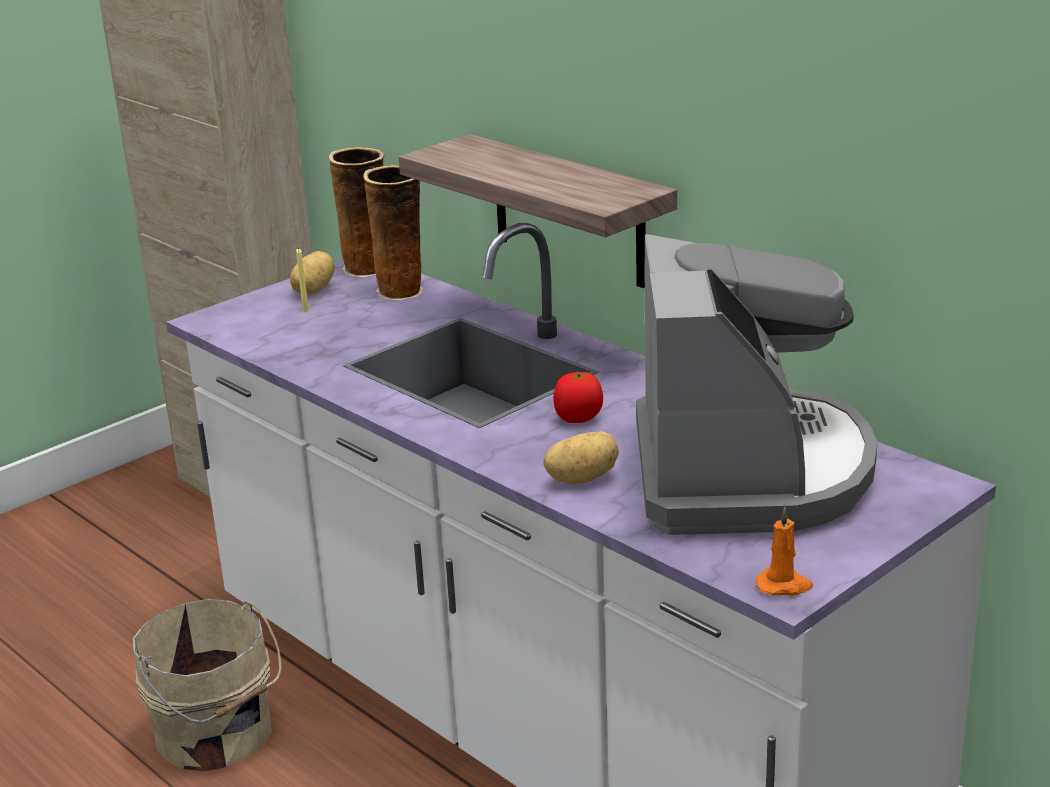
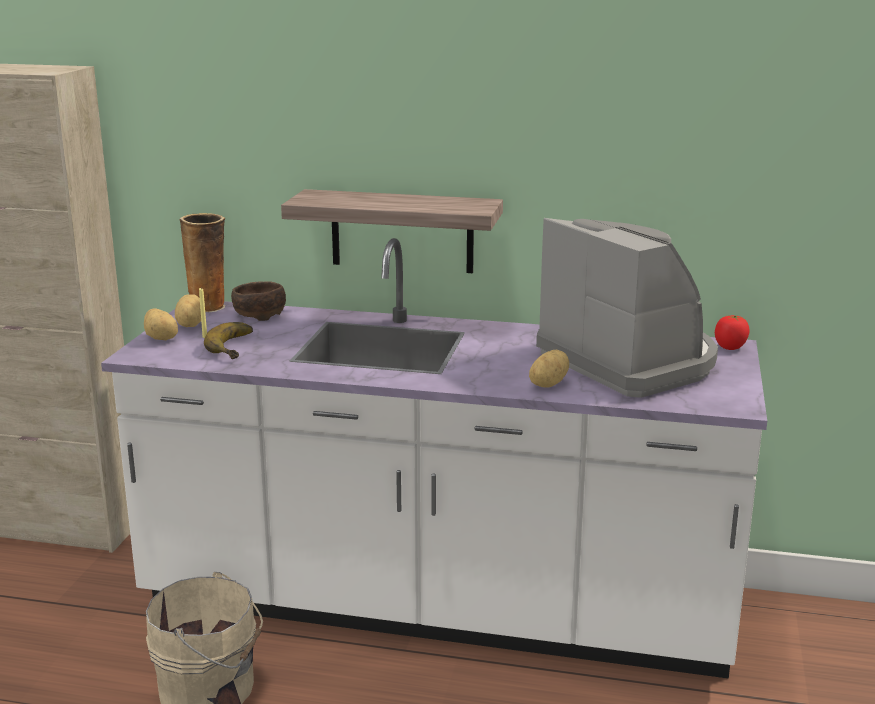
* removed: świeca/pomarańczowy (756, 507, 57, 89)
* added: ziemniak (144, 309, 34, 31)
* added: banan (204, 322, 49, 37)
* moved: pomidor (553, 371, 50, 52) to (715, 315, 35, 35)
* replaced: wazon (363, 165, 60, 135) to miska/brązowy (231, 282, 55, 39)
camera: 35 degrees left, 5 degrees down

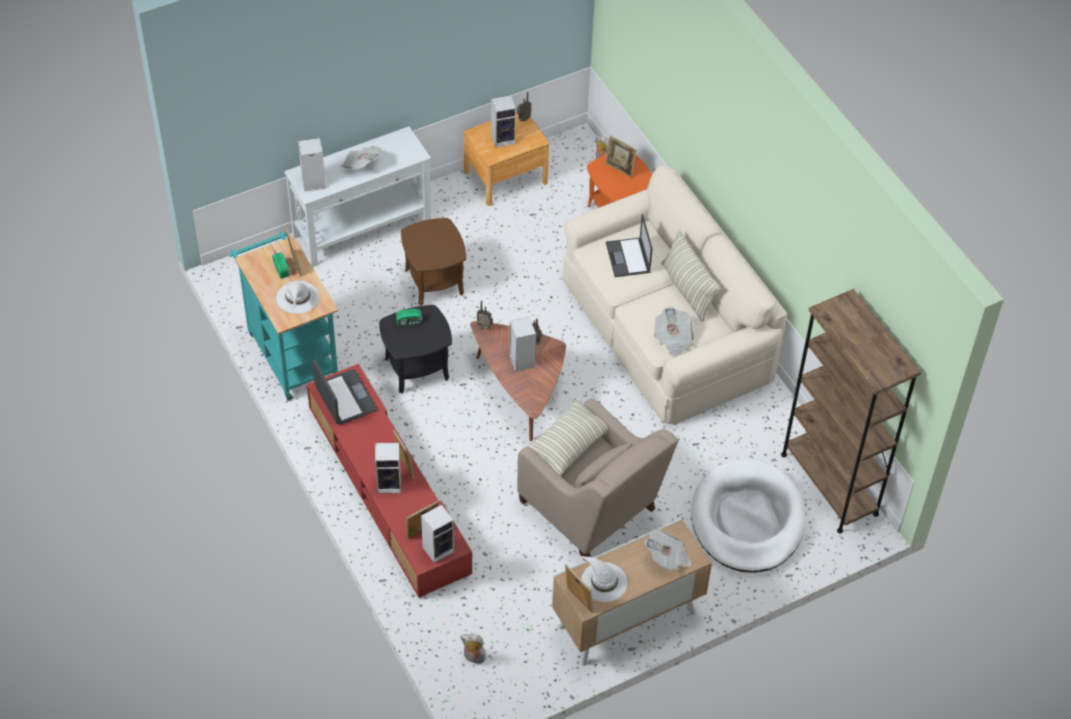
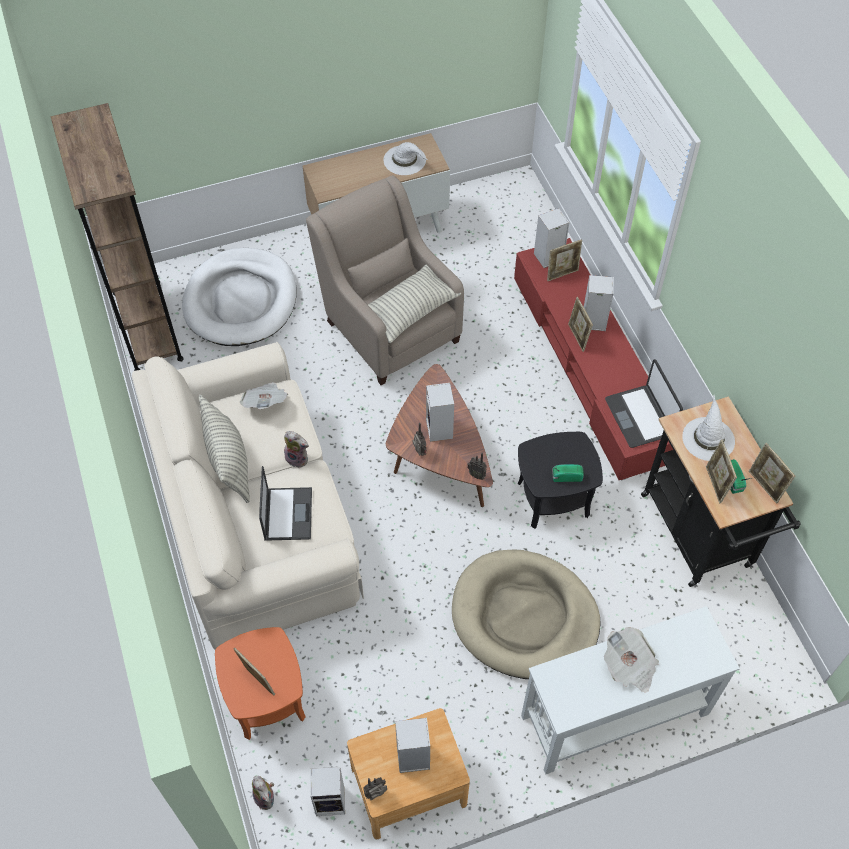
* removed: gazeta (645, 529, 46, 42)
* moved: głośnik (298, 138, 28, 54) to (310, 767, 35, 49)
* moved: pluszak (460, 634, 26, 30) to (284, 431, 25, 37)
* moved: ramka na zdjęcie (565, 565, 28, 47) to (749, 443, 46, 61)
* replaced: stolik/brązowy (401, 218, 65, 87) to legowisko/beżowy (452, 550, 149, 129)
* recoloured: wózek/turkusowy (230, 231, 108, 170) to wózek/czarny (641, 396, 160, 192)
camera: 170 degrees left, 5 degrees up

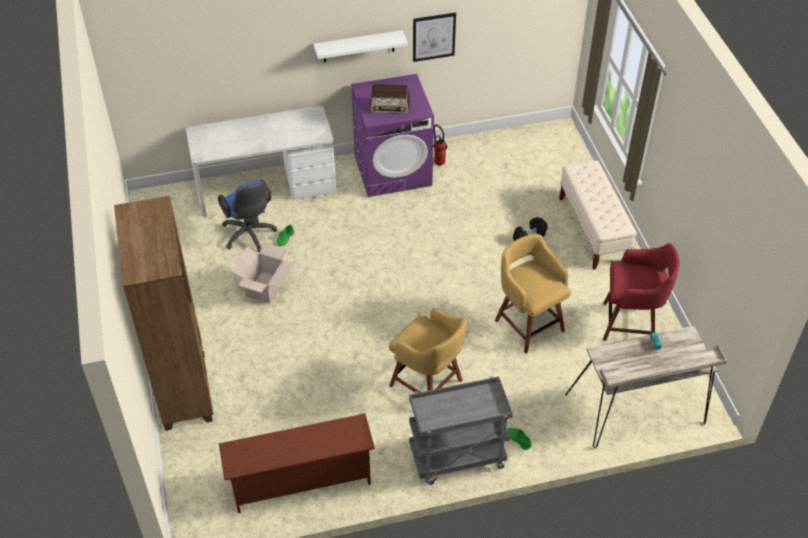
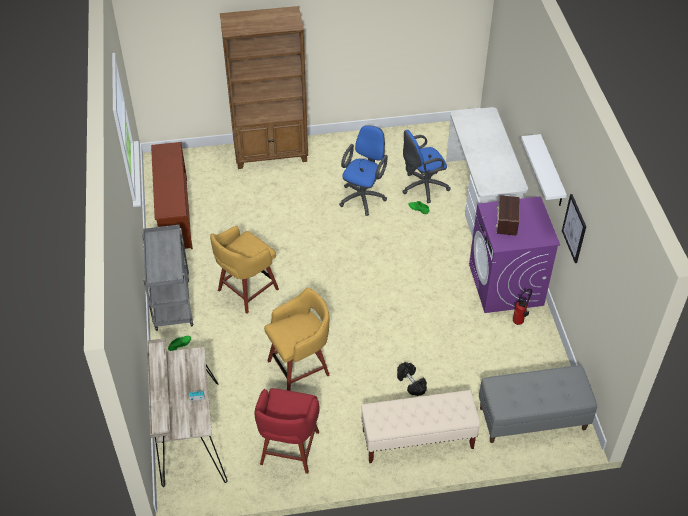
* added: ławka/szary (479, 365, 118, 78)
* replaced: karton (231, 243, 64, 61) to krzesło biurowe/niebieski (339, 125, 49, 91)
camera: 95 degrees right, 0 degrees up

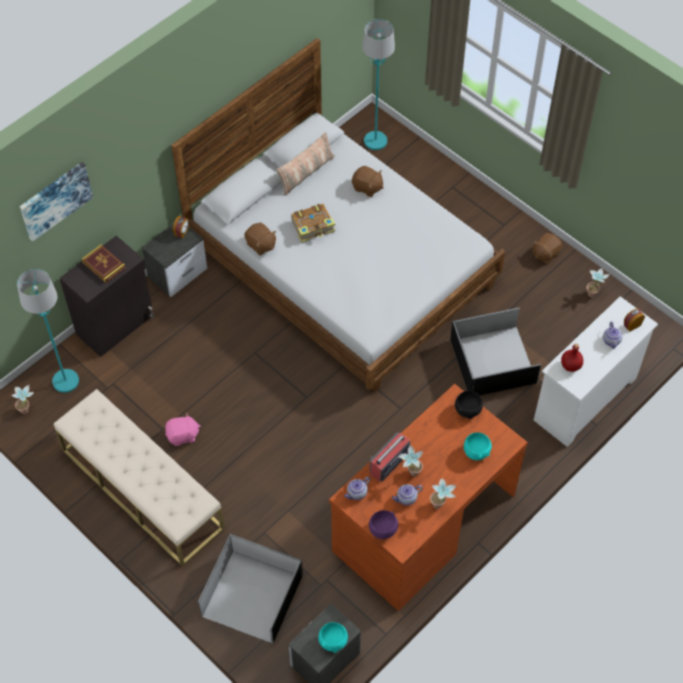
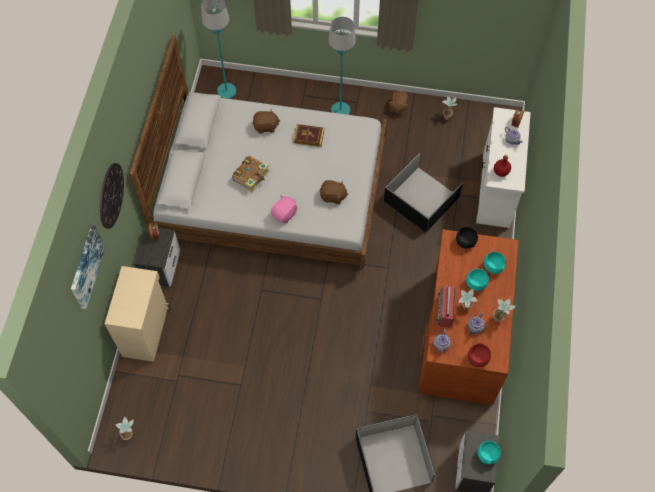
* removed: ławka/beżowy (54, 389, 171, 177)
* removed: poduszka (276, 132, 59, 64)
* added: zegar ścienny (100, 163, 24, 66)
* added: miska/turkusowy (466, 269, 23, 22)
* moved: lampa stojąca/turkusowy (17, 269, 62, 124) to (328, 17, 28, 98)
* moved: książka (82, 244, 44, 39) to (293, 124, 32, 23)
* moved: pluszak/różowy (165, 413, 36, 33) to (271, 195, 26, 28)
* moved: pluszak/brązowy (244, 223, 32, 32) to (320, 180, 28, 24)
* recoloured: szafka/czarny (60, 236, 94, 121) to szafka/beżowy (105, 266, 66, 96)
* recoloured: miska/fioletowy (369, 510, 29, 29) to miska/czerwony (468, 343, 23, 24)
camera: 35 degrees left, 5 degrees up

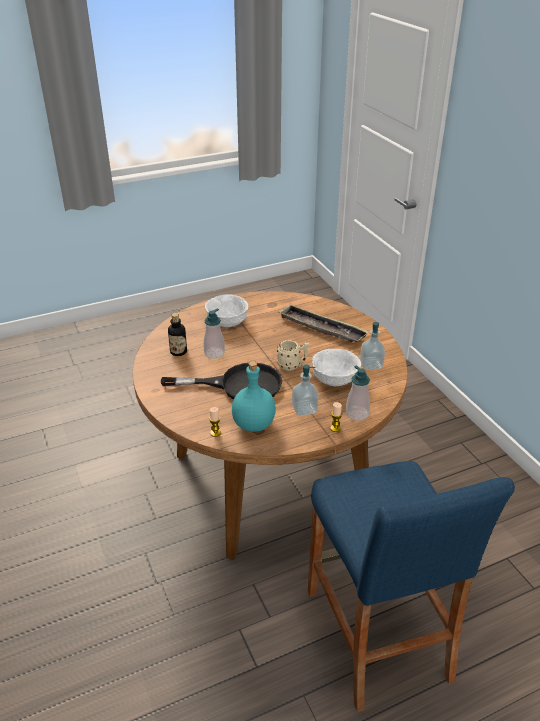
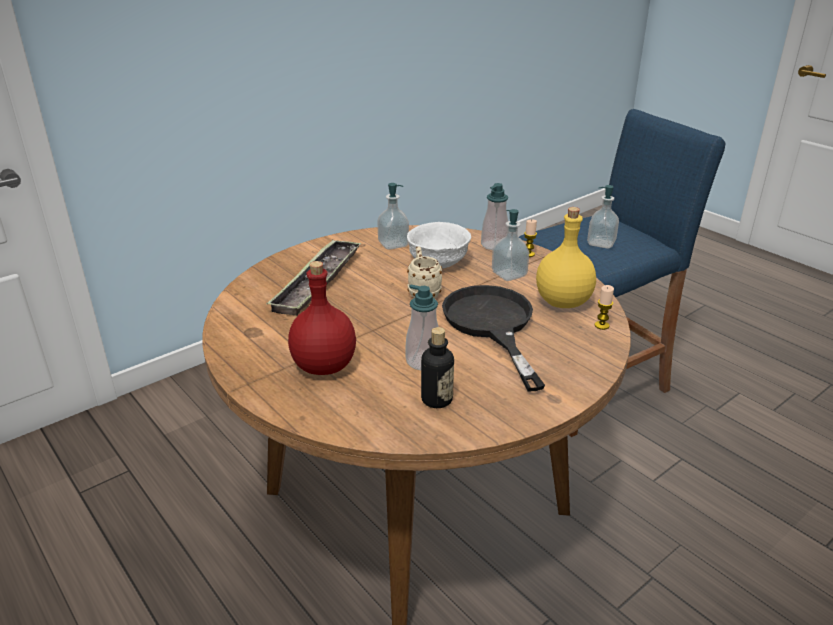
* added: dozownik mydła (587, 185, 32, 64)
* replaced: miska/biały (205, 294, 43, 33) to butelka/czerwony (288, 261, 68, 114)
* recoloured: butelka/turkusowy (232, 361, 44, 71) to butelka/żółty (536, 207, 60, 101)
camera: 105 degrees left, 5 degrees down

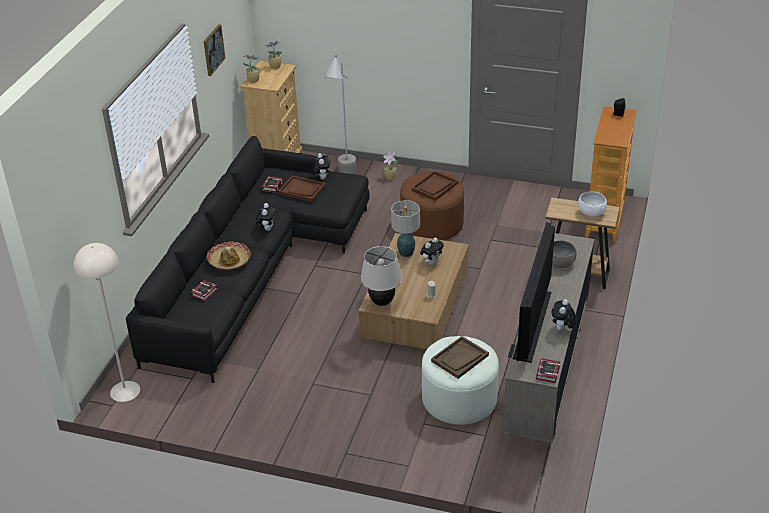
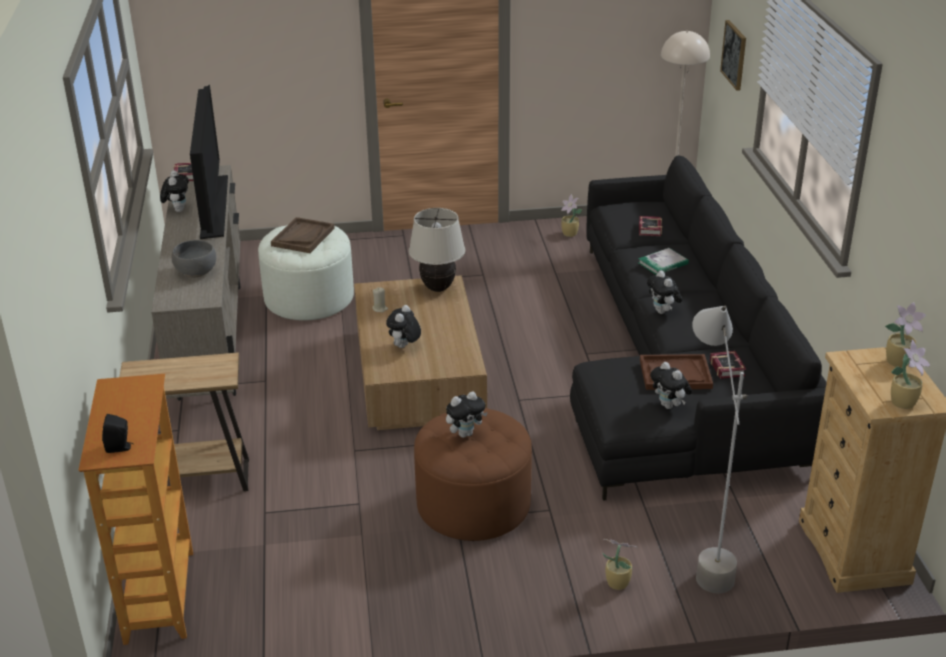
* removed: lampa stołowa (391, 200, 29, 57)
* removed: miska/biały (578, 192, 29, 25)
* added: roślina doniczkowa (561, 194, 21, 43)
* moved: obraz (203, 24, 22, 52) to (720, 20, 26, 71)
* replaced: kapelusz (207, 242, 44, 28) to książka (638, 248, 51, 27)
* replaced: taca/brązowy (412, 171, 46, 30) to pluszak (446, 391, 42, 47)
camera: 155 degrees right, 5 degrees down

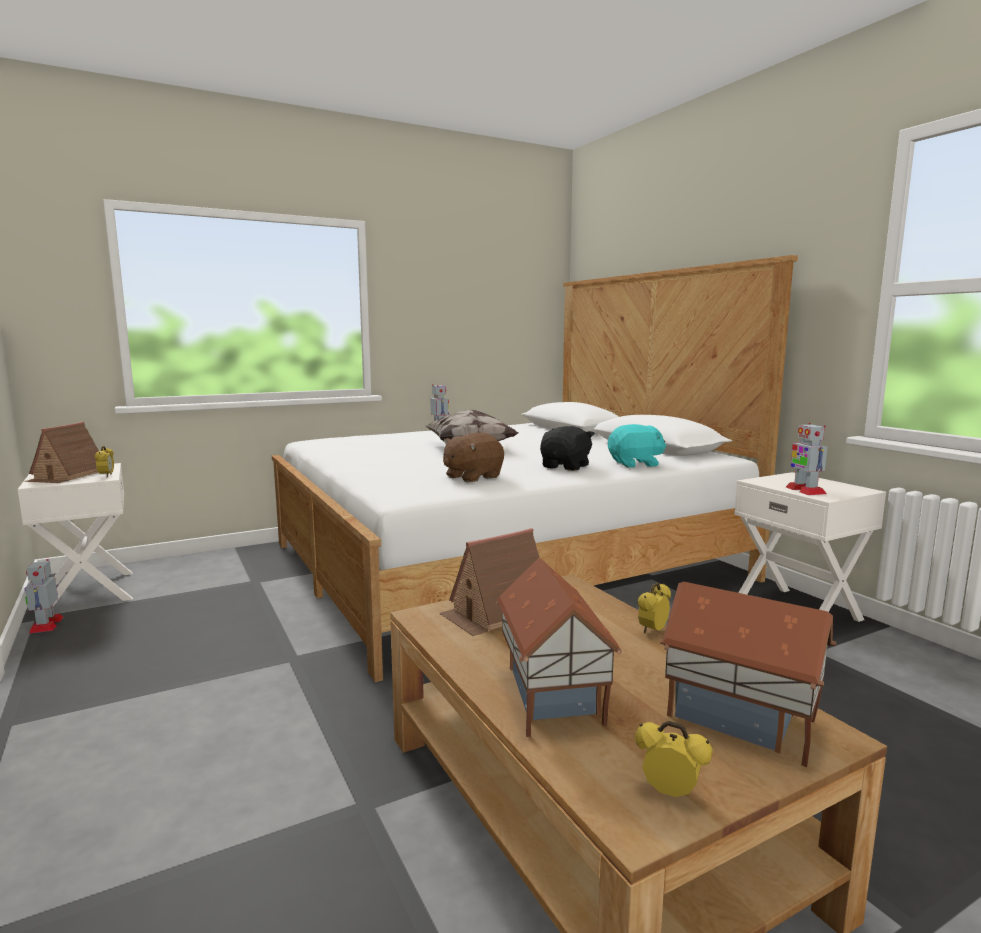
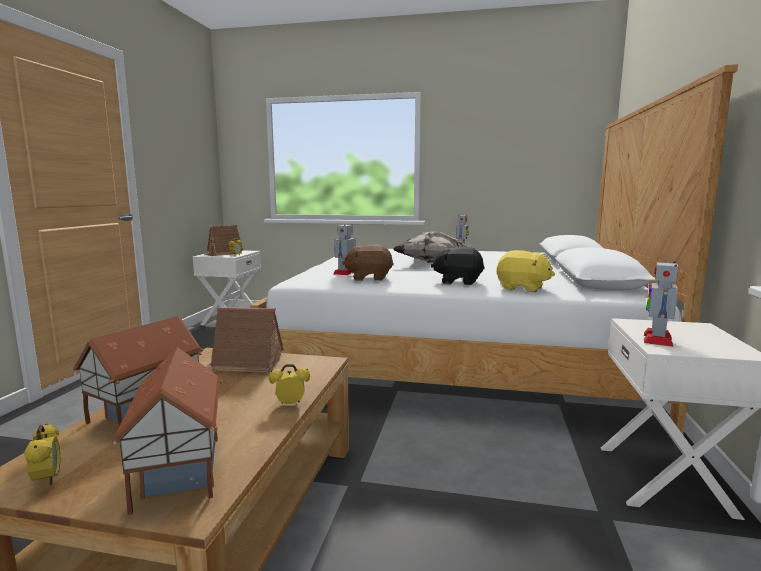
* moved: robot zabawkowy (25, 559, 38, 74) to (333, 224, 22, 51)
* recoloured: pluszak/turkusowy (608, 424, 58, 44) to pluszak/żółty (497, 250, 58, 42)
* turned: pluszak/czarny (540, 426, 55, 45) = (431, 247, 54, 38) 150 degrees counterclockwise
camera: 40 degrees right, 0 degrees up

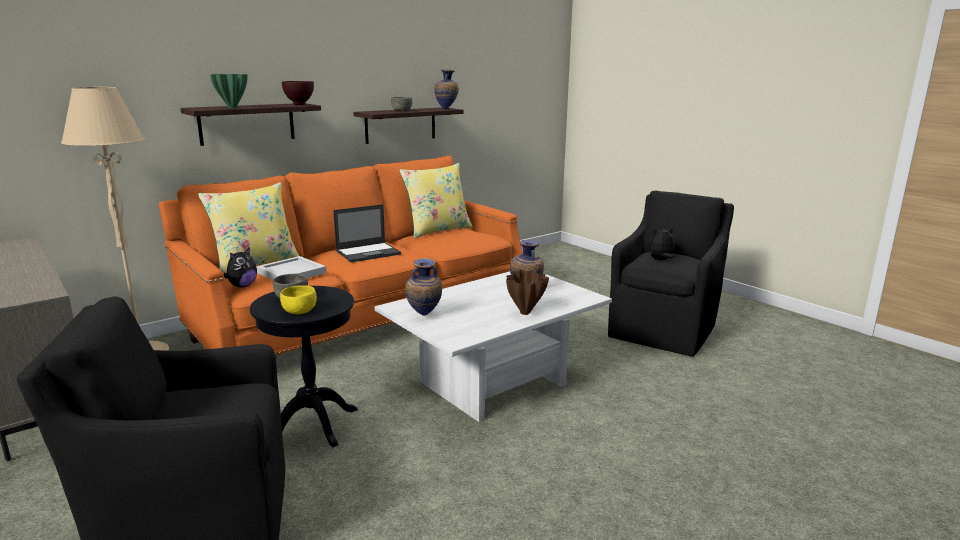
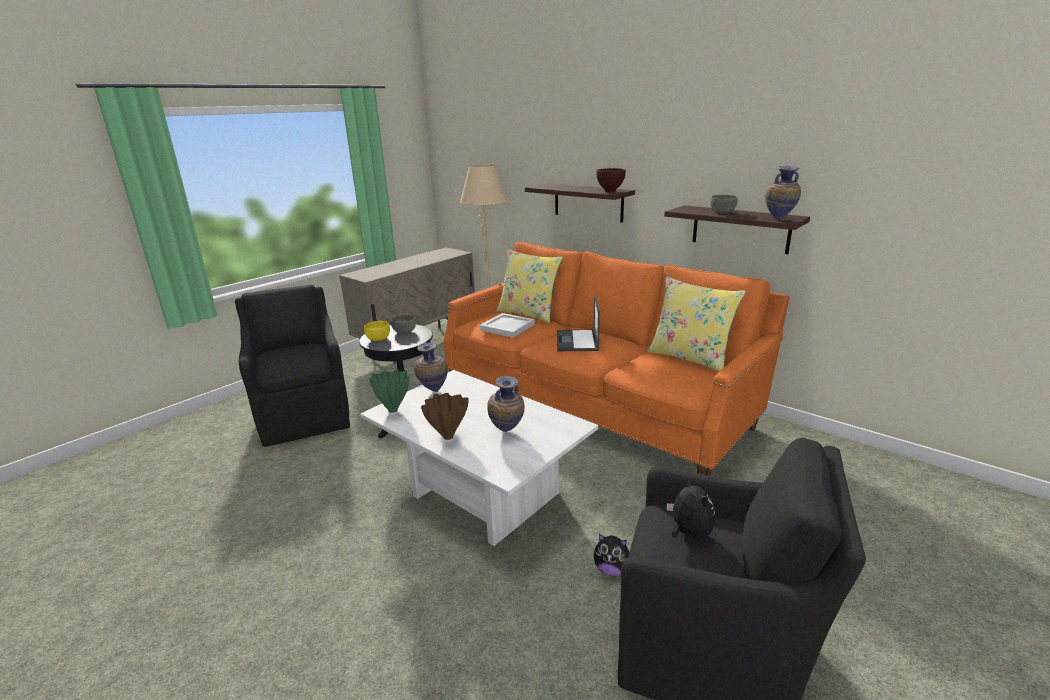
* moved: wazon/zielony (210, 74, 38, 34) to (369, 369, 40, 44)
* moved: pluszak (223, 248, 34, 40) to (594, 534, 35, 42)
* turned: laptop (333, 204, 68, 58) = (557, 294, 43, 57) 45 degrees clockwise
camera: 80 degrees right, 5 degrees up

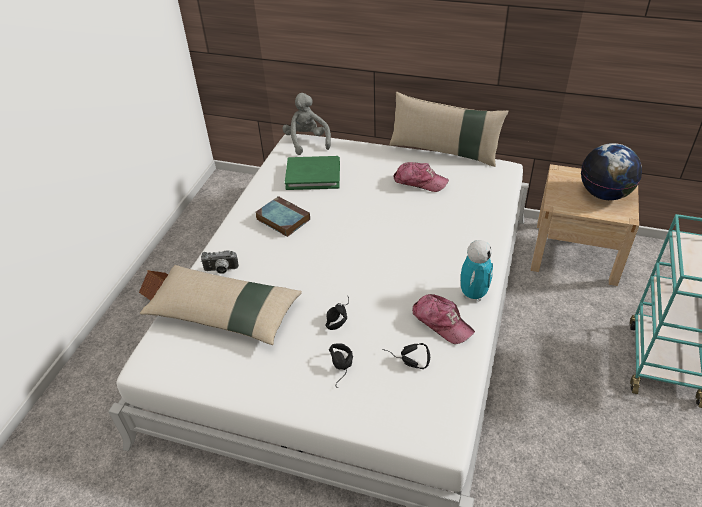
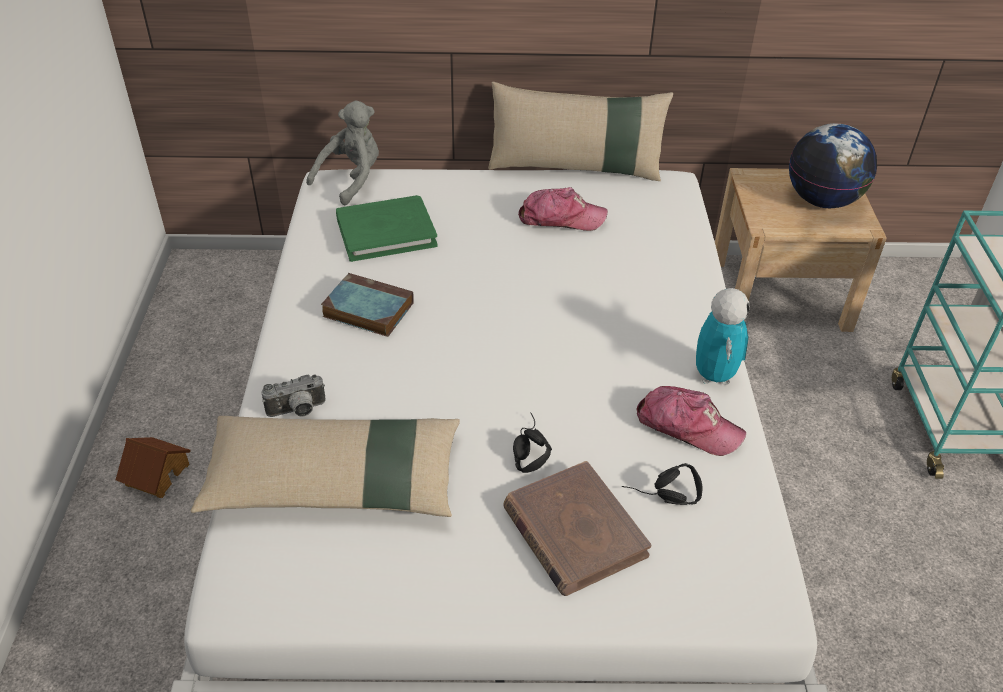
* replaced: słuchawki/czarny (329, 343, 24, 45) to książka/brązowy (503, 461, 148, 135)
* turned: pluszak/szary (282, 93, 49, 62) = (306, 100, 73, 106) 75 degrees clockwise
camera: 20 degrees left, 0 degrees up

